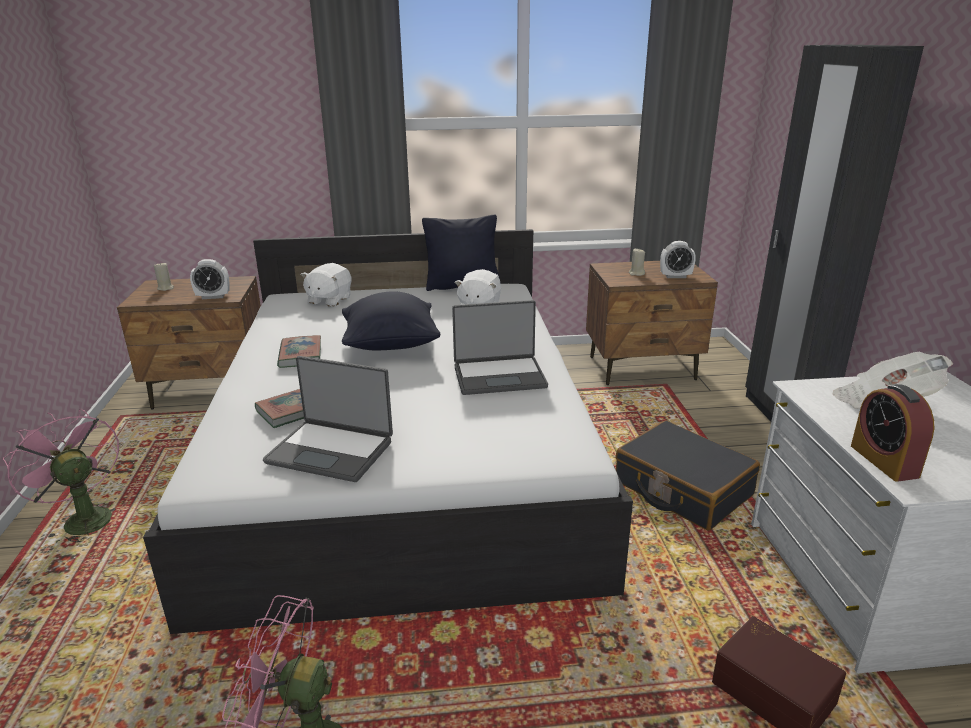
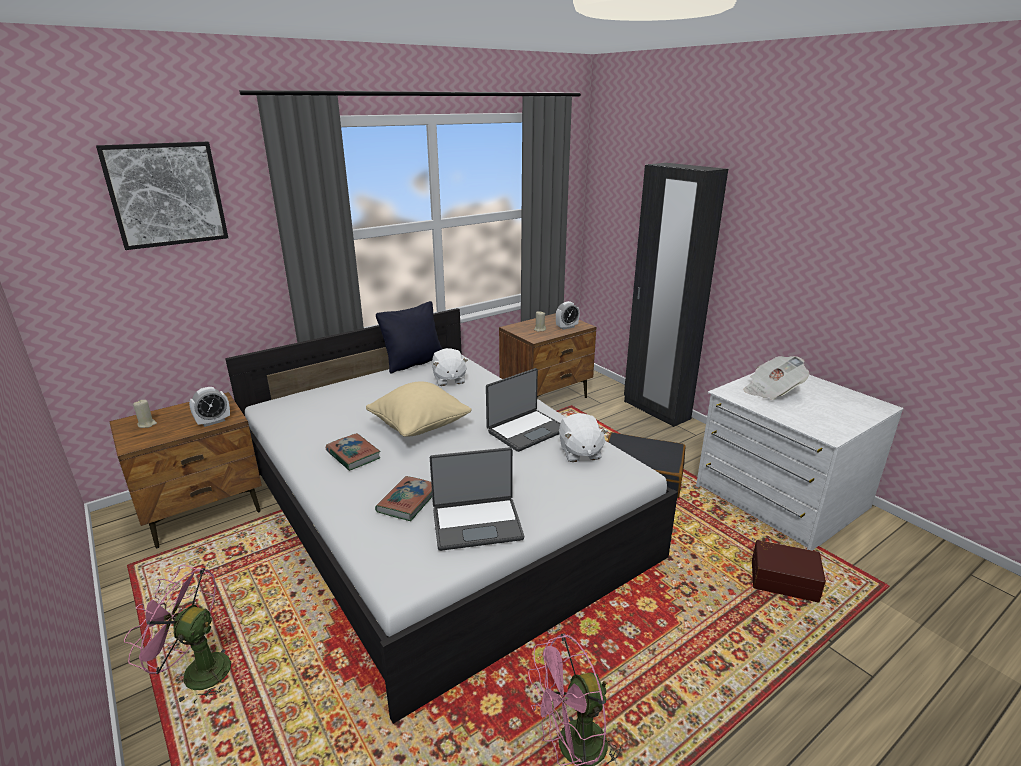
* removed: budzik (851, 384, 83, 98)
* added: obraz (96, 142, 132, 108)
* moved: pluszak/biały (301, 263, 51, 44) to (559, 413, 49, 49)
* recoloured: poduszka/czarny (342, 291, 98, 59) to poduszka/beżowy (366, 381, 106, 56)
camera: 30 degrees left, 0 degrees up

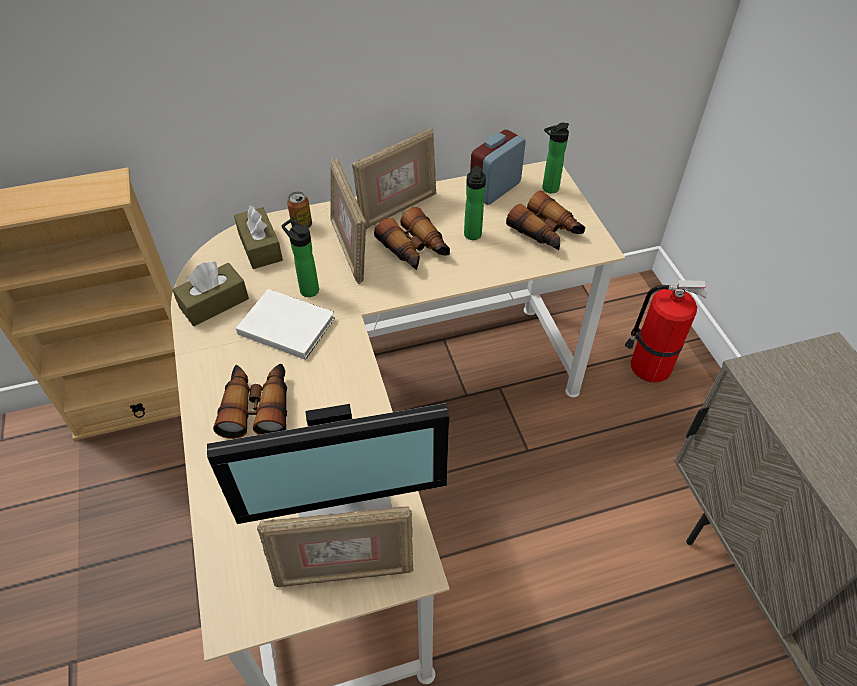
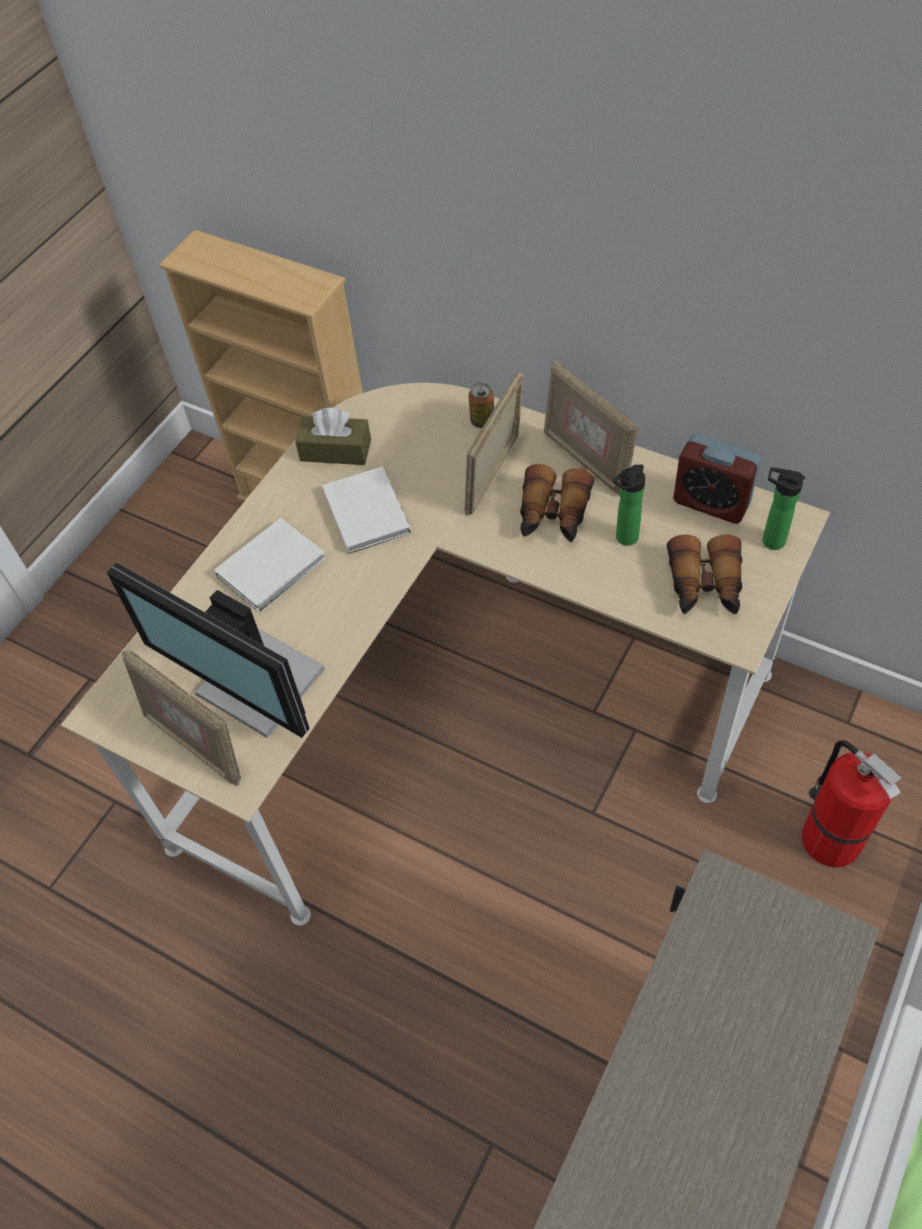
* removed: pudełko chusteczek/brązowy (234, 205, 49, 64)
* removed: butelka (282, 219, 37, 78)
* replaced: lornetka (213, 364, 74, 75) to książka/biały (214, 518, 112, 95)
* turned: ramka na zdjęcie (352, 128, 85, 101) = (544, 361, 94, 135) 45 degrees clockwise
* turned: budzik (470, 130, 56, 75) = (673, 434, 88, 90) 150 degrees counterclockwise
camera: 50 degrees right, 5 degrees up

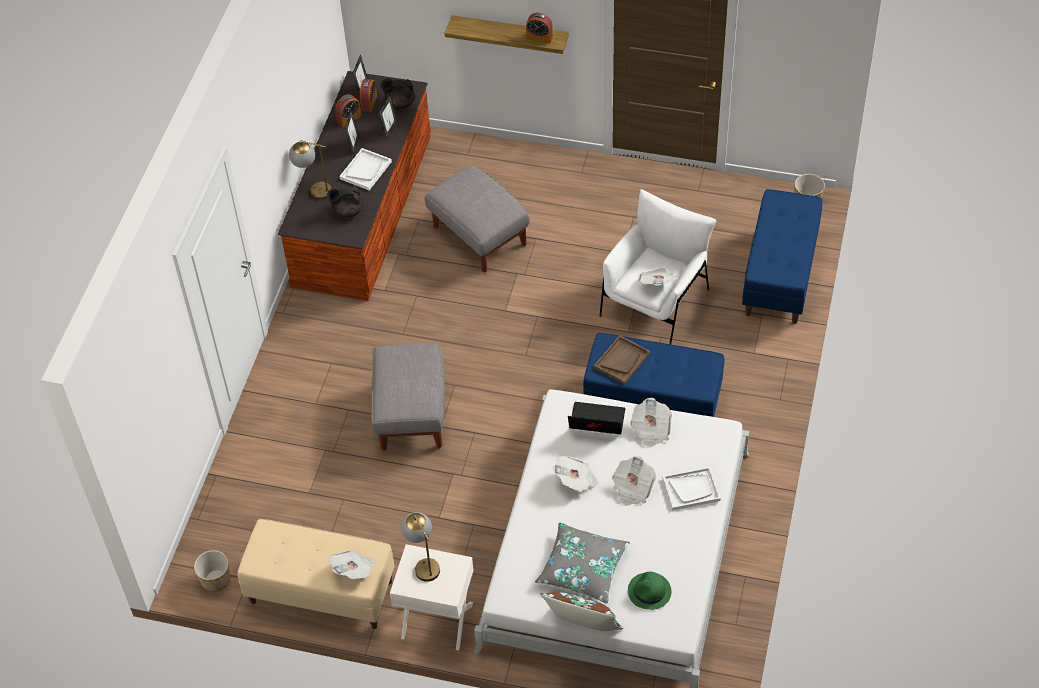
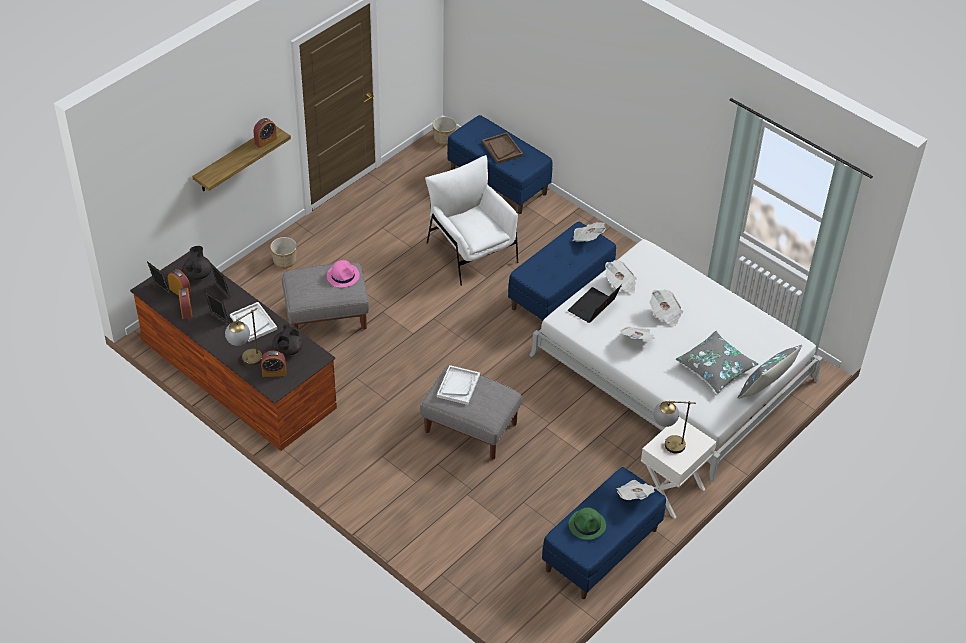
* added: budzik (261, 351, 25, 26)
* added: kapelusz/różowy (327, 260, 33, 27)
* moved: donica (194, 550, 36, 42) to (270, 237, 27, 31)
* moved: taca/brązowy (594, 335, 56, 50) to (482, 132, 41, 32)
* moved: kapelusz/zielony (628, 572, 44, 38) to (569, 507, 37, 33)
* moved: gazeta (638, 268, 39, 18) to (573, 222, 33, 20)
* moved: taca/biały (662, 467, 59, 43) to (437, 365, 43, 40)
* recoloured: ławka/beżowy (237, 519, 157, 110) to ławka/niebieski (542, 467, 124, 132)
* recoloured: poduszka/brązowy (540, 592, 83, 39) to poduszka/szary (737, 345, 65, 54)
* turned: imbryk/czarny (380, 78, 35, 31) = (183, 246, 29, 34) 150 degrees clockwise
camera: 65 degrees left, 5 degrees down

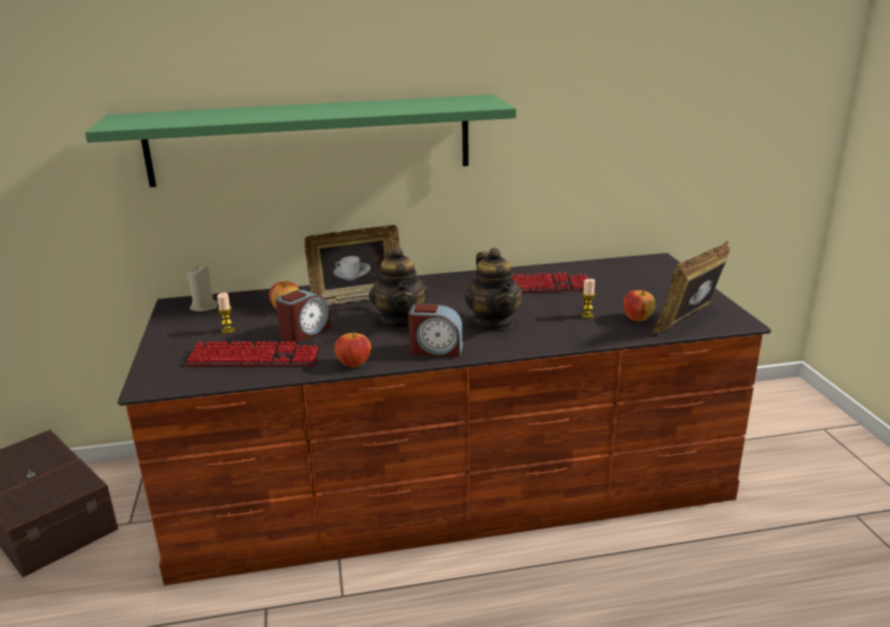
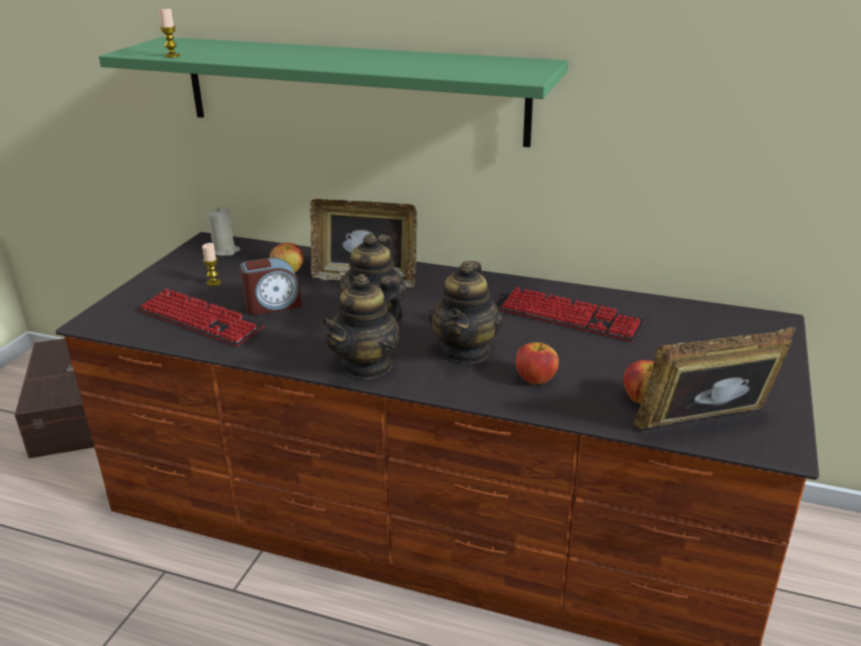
* moved: jabłko (335, 331, 36, 37) to (516, 342, 43, 42)
* moved: świeca (581, 279, 15, 39) to (158, 8, 22, 50)
* replaced: budzik (408, 304, 55, 53) to imbryk (321, 274, 82, 106)
camera: 30 degrees right, 5 degrees up

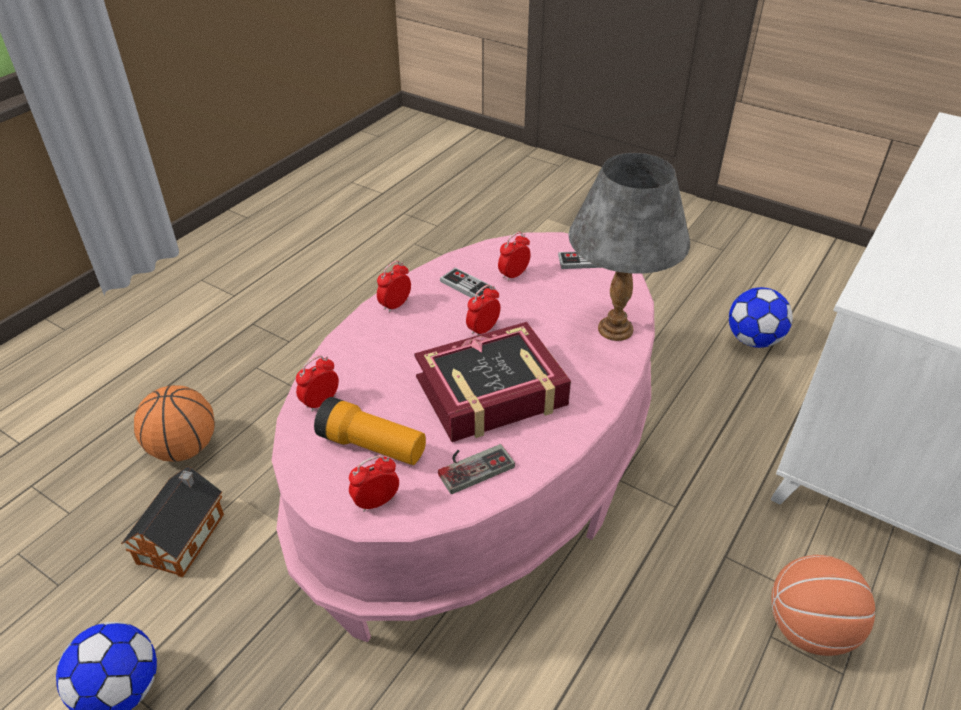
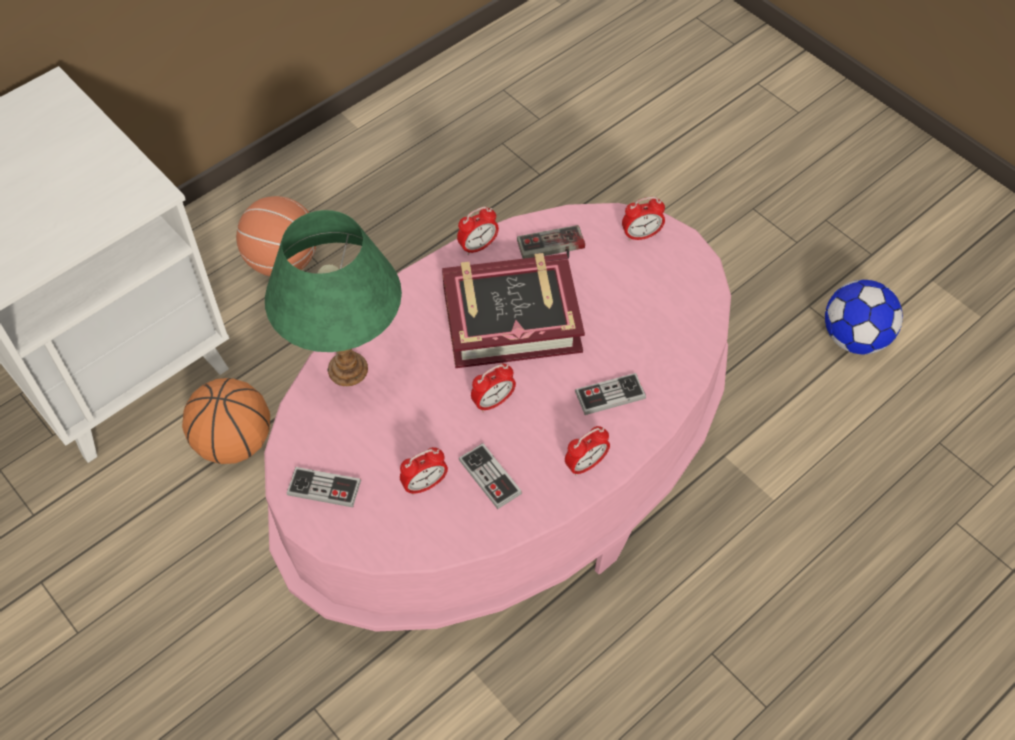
* removed: domek (121, 467, 103, 111)
* removed: latarka (314, 397, 112, 68)
* removed: piłka futbolowa (729, 287, 64, 61)
* added: pad do gier (575, 373, 71, 42)
* moved: piłka do koszykówki (134, 385, 81, 77) to (182, 378, 88, 86)
* moved: budzik (296, 355, 43, 57) to (457, 206, 42, 49)
* recoloured: lampa stołowa/szary (568, 153, 122, 188) to lampa stołowa/zielony (265, 210, 137, 176)
camera: 165 degrees left, 15 degrees up

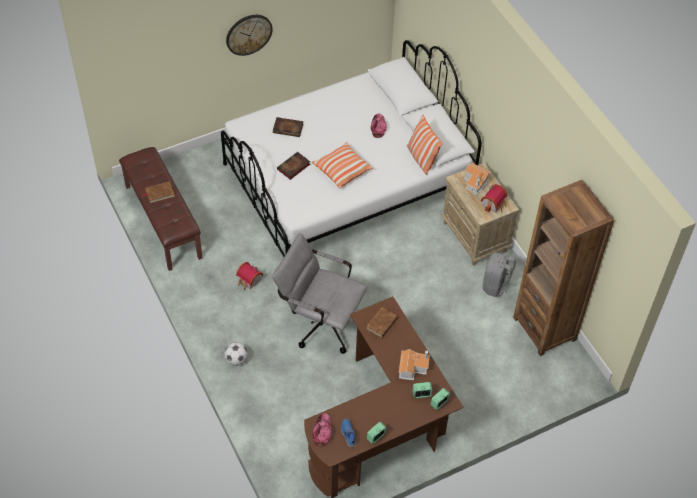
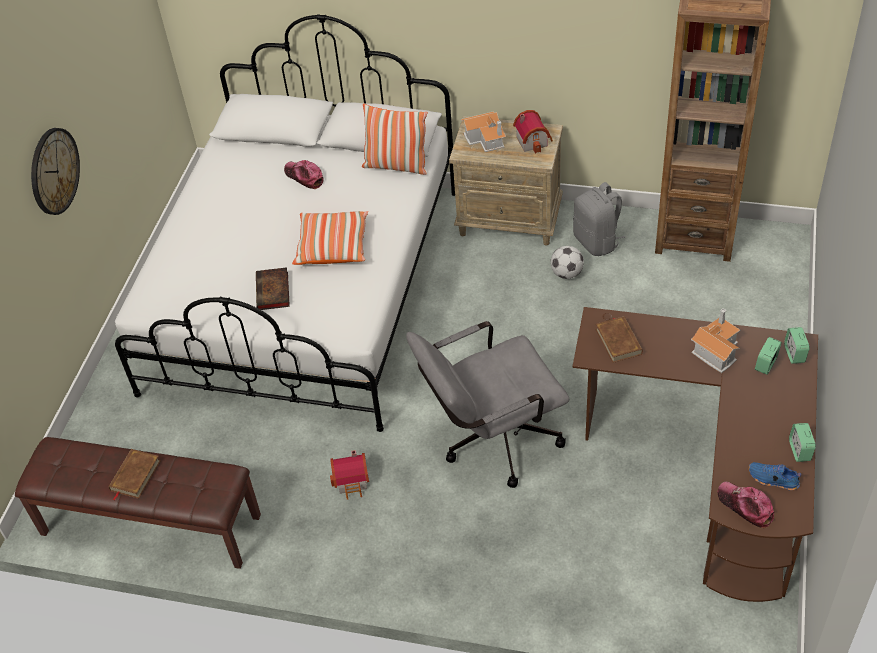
* removed: książka (273, 117, 30, 20)
* moved: piłka futbolowa (224, 342, 24, 24) to (550, 246, 34, 33)
camera: 45 degrees left, 5 degrees down

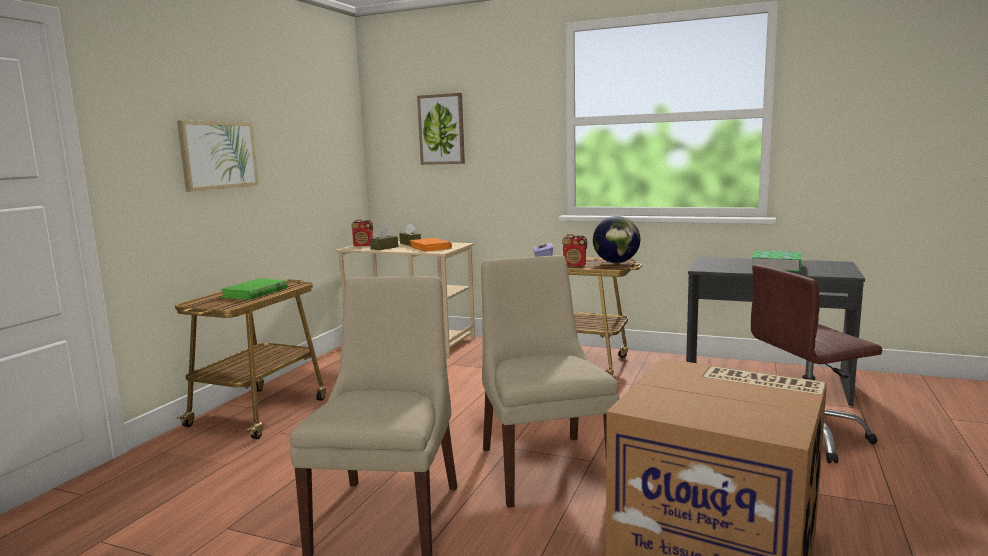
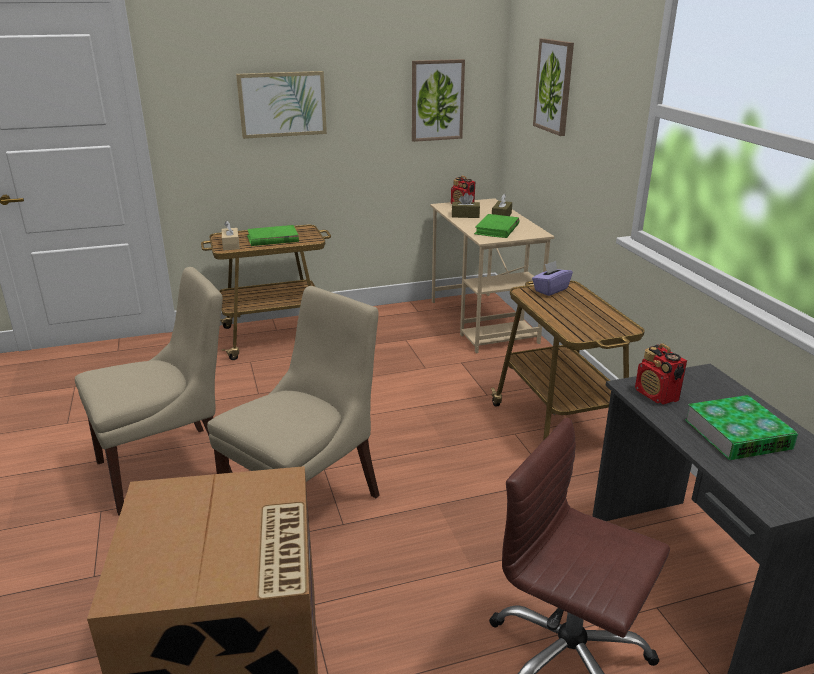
* removed: globus (593, 216, 47, 47)
* added: pudełko chusteczek/beżowy (222, 221, 18, 29)
* added: obraz (412, 59, 53, 83)
* moved: radio (562, 234, 25, 32) to (635, 343, 52, 62)
* recoloured: książka/pomarańczowy (409, 238, 43, 13) to książka/zielony (474, 214, 46, 24)
camera: 50 degrees right, 15 degrees up

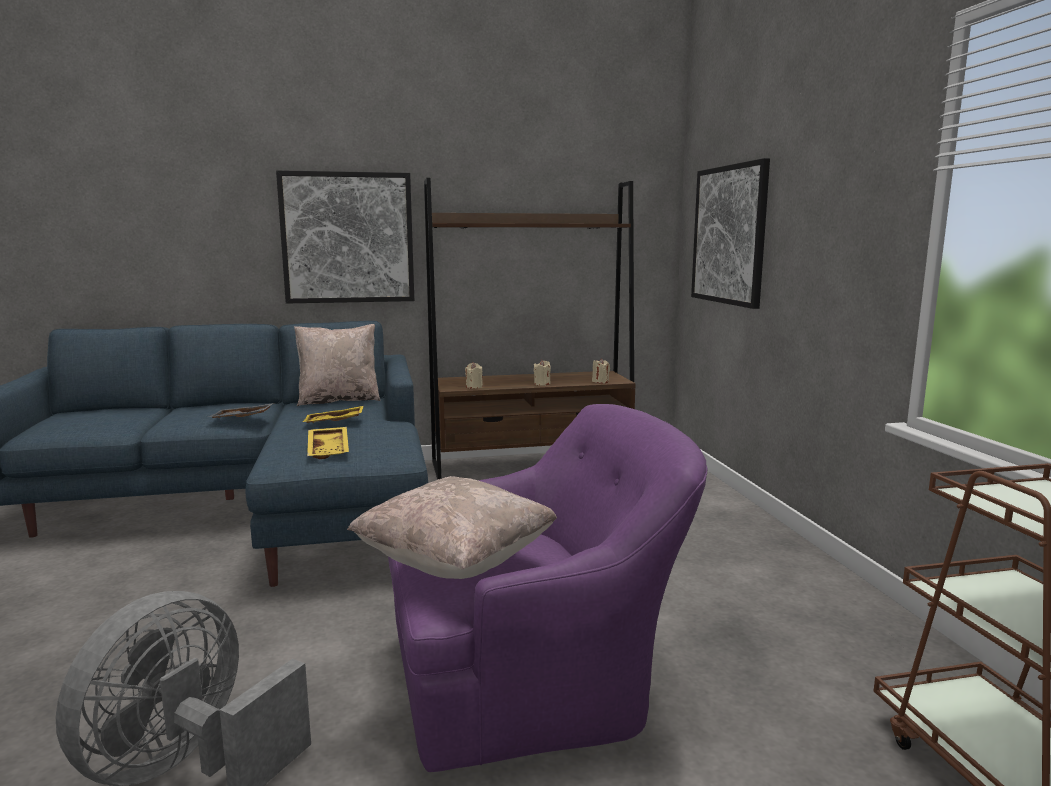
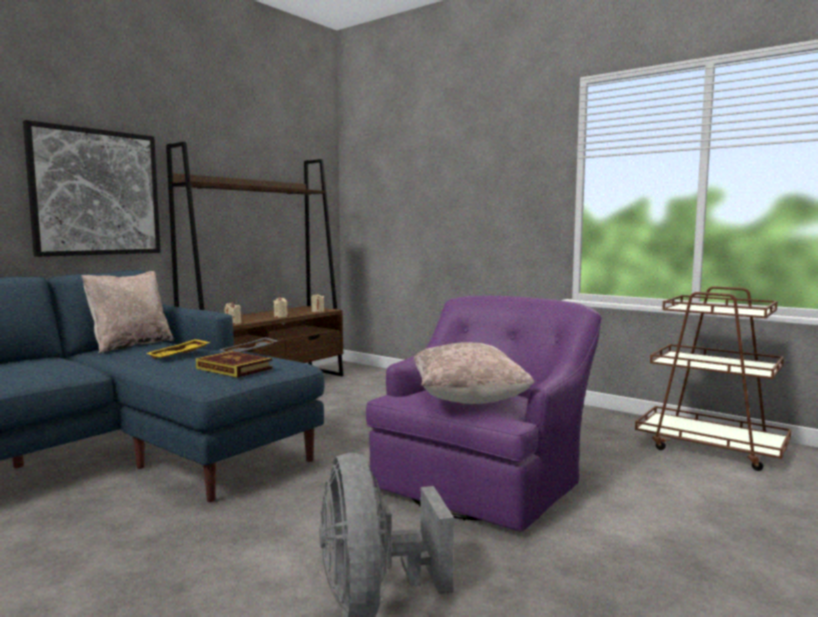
* removed: obraz (691, 158, 79, 151)
* moved: taca/szary (209, 403, 65, 15) to (220, 337, 58, 16)
* replaced: taca/żółty (307, 427, 42, 32) to książka (196, 351, 77, 26)
camera: 40 degrees left, 5 degrees down

